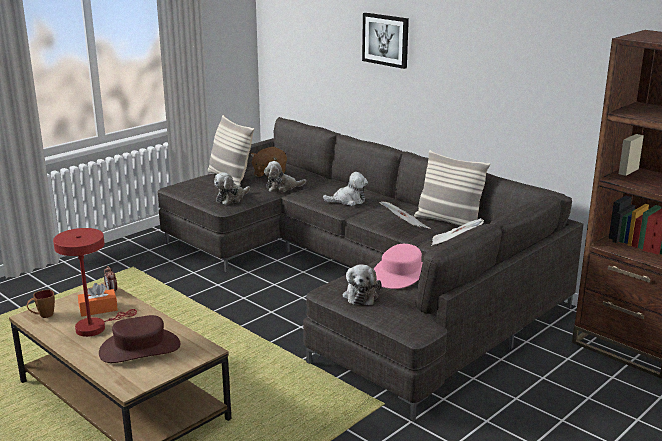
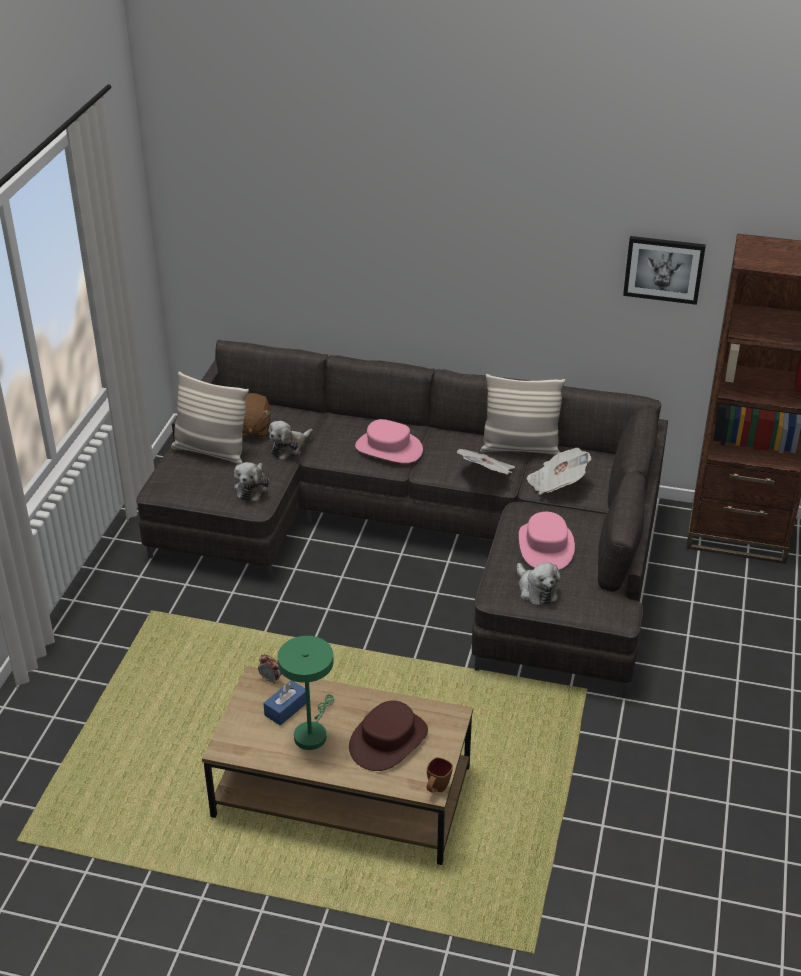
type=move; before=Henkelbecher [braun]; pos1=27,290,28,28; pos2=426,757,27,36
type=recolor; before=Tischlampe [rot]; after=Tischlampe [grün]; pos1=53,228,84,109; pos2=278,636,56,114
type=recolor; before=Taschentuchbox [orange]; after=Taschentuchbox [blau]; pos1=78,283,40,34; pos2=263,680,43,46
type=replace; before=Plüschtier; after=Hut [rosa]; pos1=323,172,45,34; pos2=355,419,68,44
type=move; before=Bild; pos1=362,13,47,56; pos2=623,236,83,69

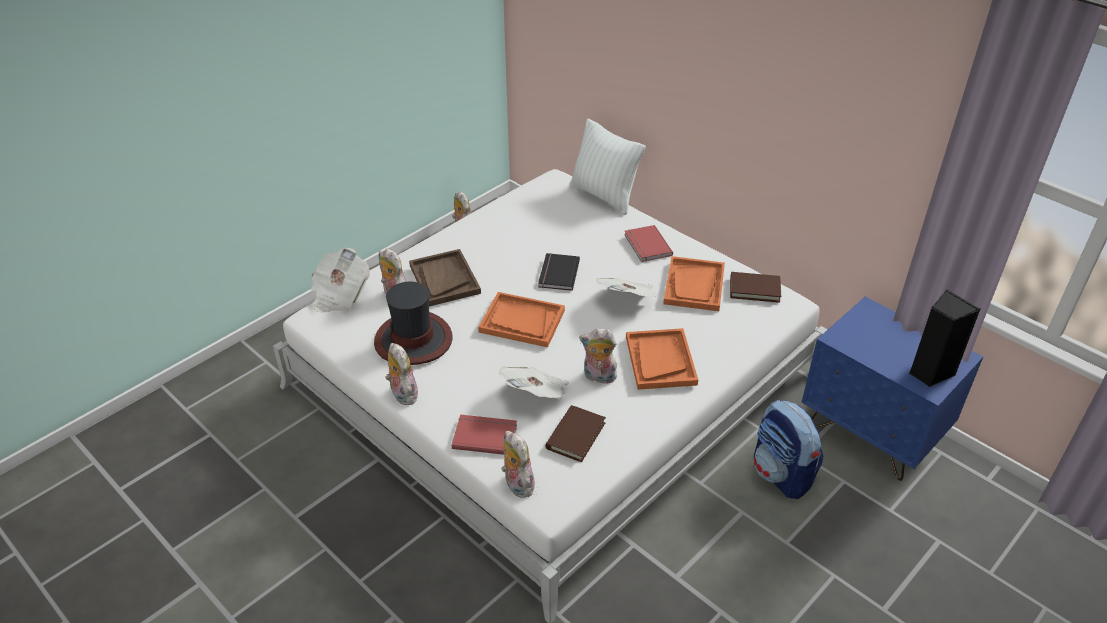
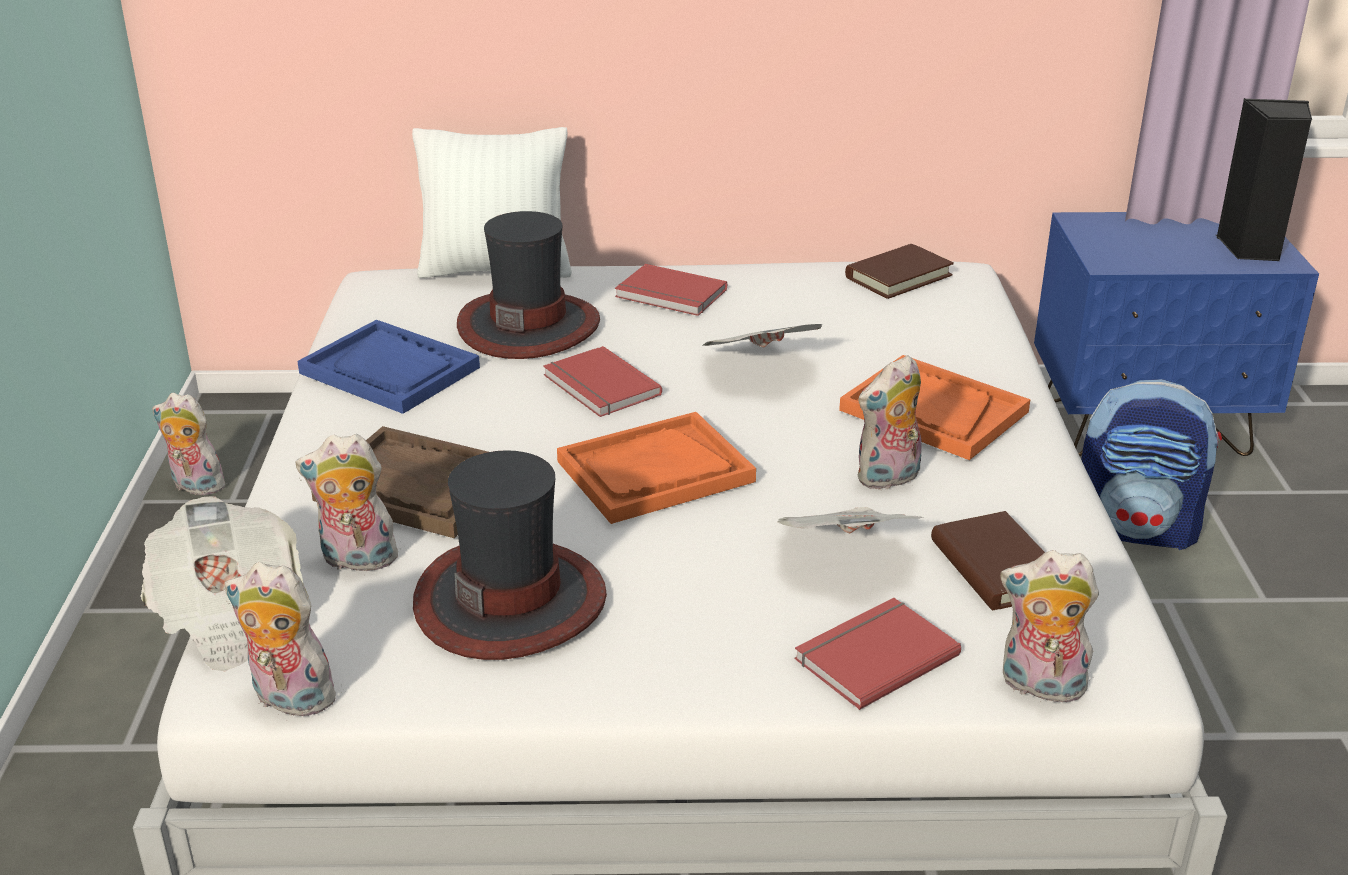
type=move; before=Plüschtier; pos1=385,343,33,62; pos2=224,562,115,154
type=recolor; before=Buch [schwarz]; after=Buch [rot]; pos1=538,253,42,38; pos2=543,346,119,71
type=delete; before=Tablett [orange]; pos1=663,256,62,55
type=insert; after=Tablett [blau]; pos2=297,320,183,94
type=insert; after=Hut; pos2=457,211,143,148

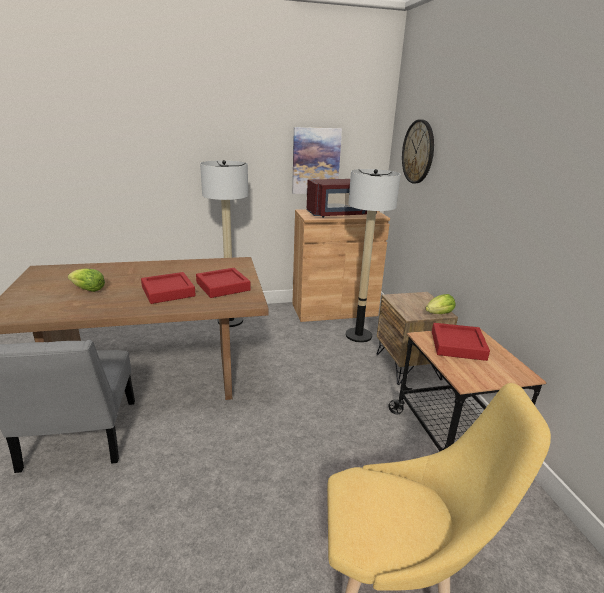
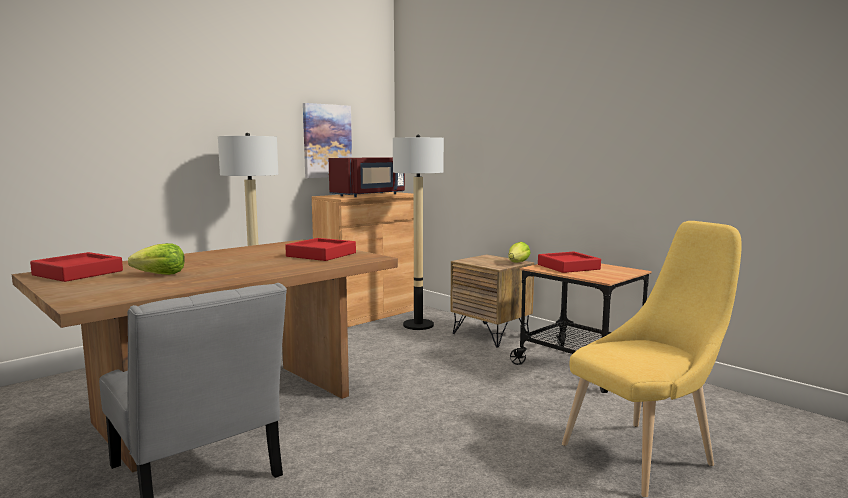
type=move; before=Tablett [rot]; pos1=141,272,55,32; pos2=30,252,93,30
type=delete; before=Wanduhr; pos1=402,119,32,64

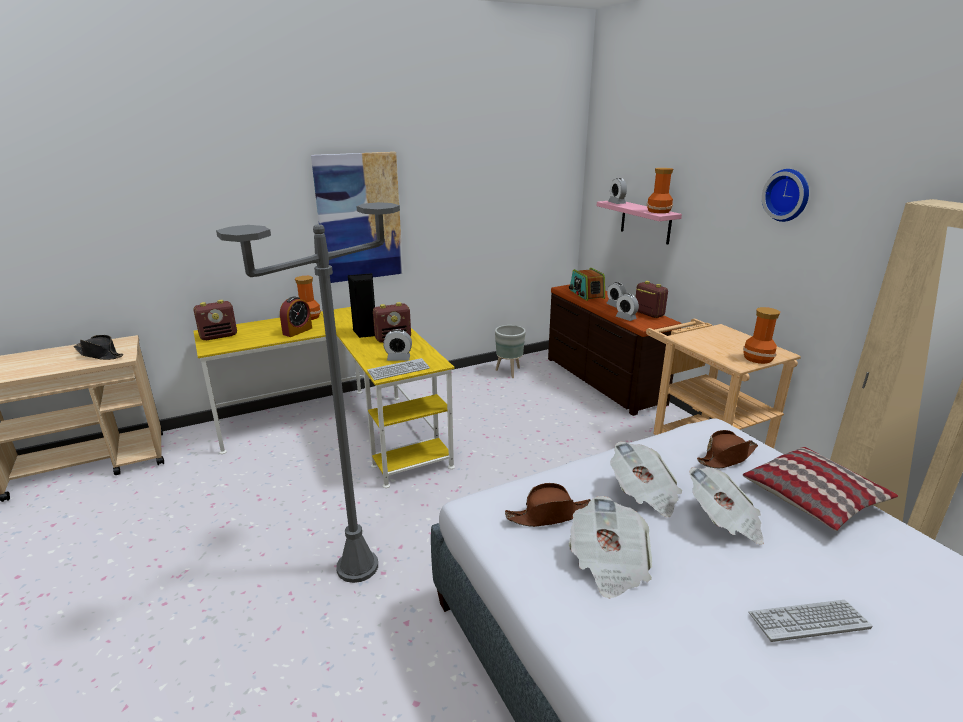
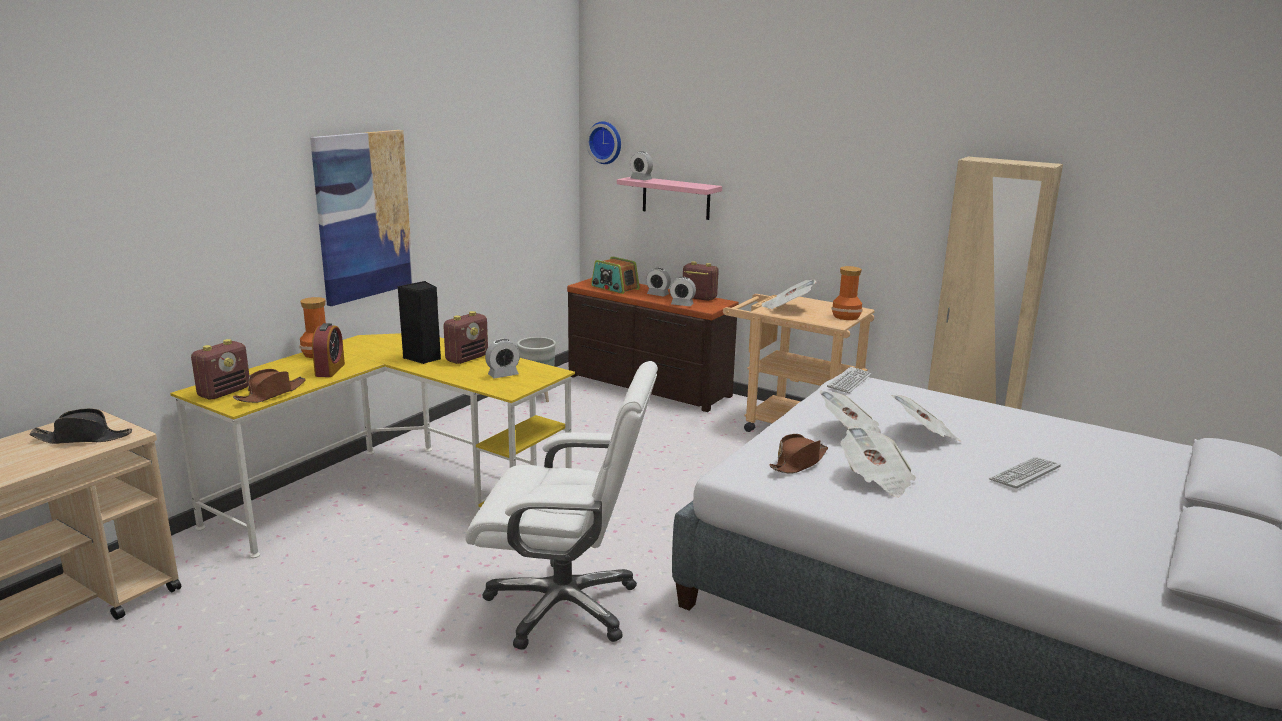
type=replace; before=Stehlampe [grau]; after=Bürostuhl [weiß]; pos1=216,202,184,381; pos2=466,361,192,289
type=move; before=Tastatur; pos1=367,358,63,22; pos2=827,367,44,26
type=delete; before=Vase; pos1=647,168,26,45
type=move; before=Hut [braun]; pos1=697,430,61,38; pos2=233,369,73,34
type=delete; before=Kissen; pos1=743,447,155,84
type=move; before=Wanduhr; pos1=762,169,47,53; pos2=586,121,35,43
type=insert; after=Zeitung; pos2=761,280,55,30

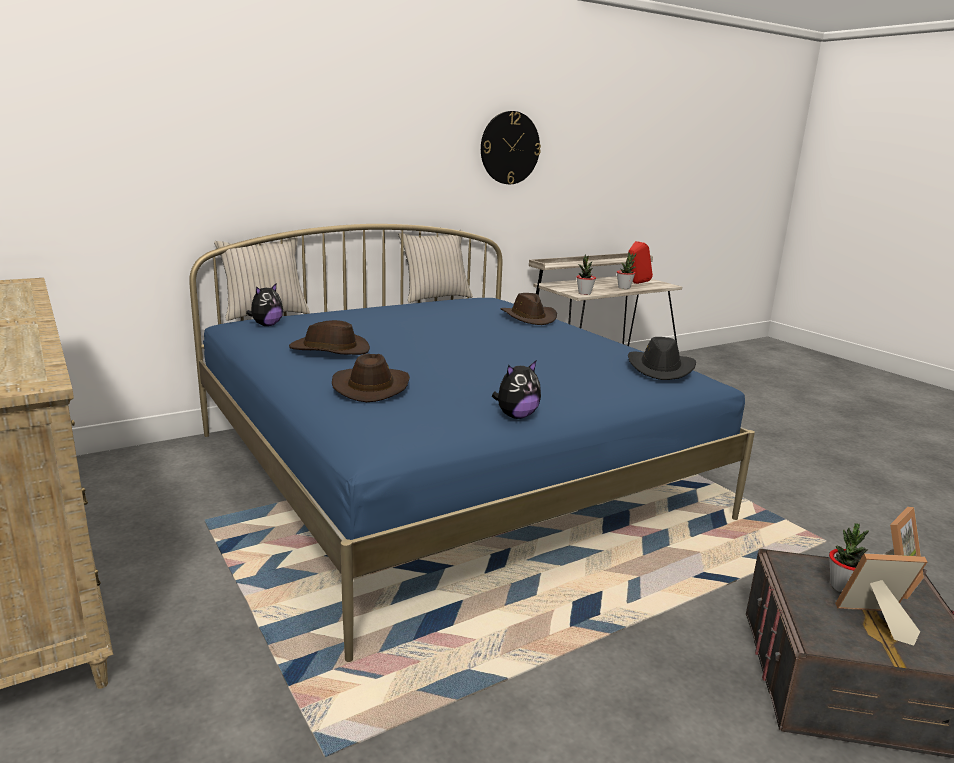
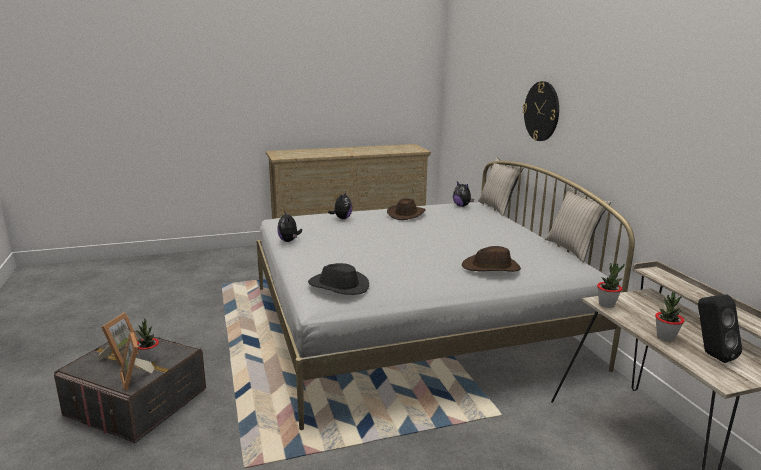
type=recolor; before=Bett [blau]; after=Bett [weiß]; pos1=189,224,566,438; pos2=257,161,378,269
type=replace; before=Hut [braun]; after=Plüschtier; pos1=332,354,78,48; pos2=328,192,24,27
type=move; before=Wanduhr; pos1=481,111,60,73; pos2=522,81,37,60
type=recolor; before=Lautsprecher [rot]; after=Lautsprecher [schwarz]; pos1=628,241,25,43; pos2=698,294,44,69

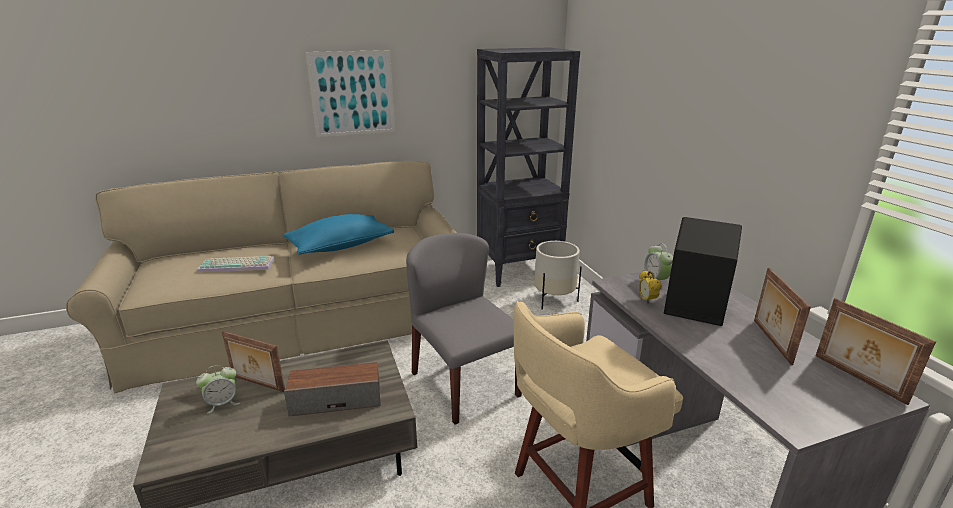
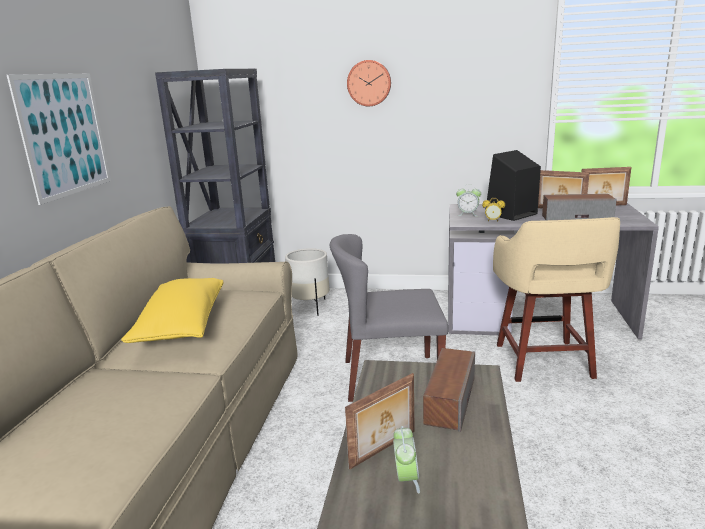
type=delete; before=Tastatur; pos1=197,256,77,16
type=recolor; before=Kissen [blau]; after=Kissen [gelb]; pos1=283,214,111,41; pos2=121,278,103,65
type=insert; after=Wanduhr; pos2=347,60,44,46
type=insert; after=Lautsprecher; pos2=542,194,75,26

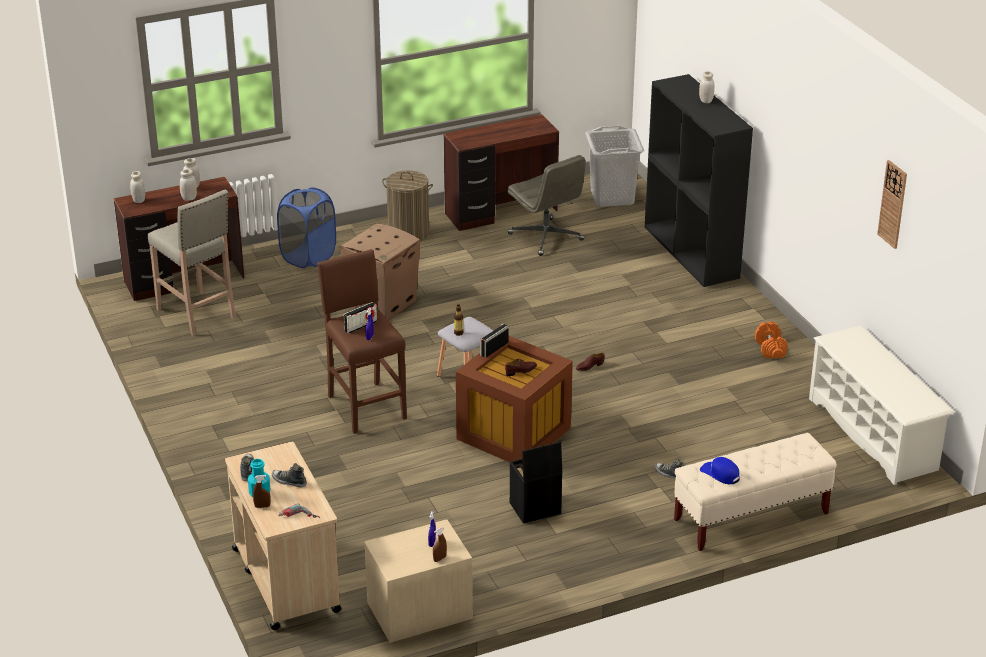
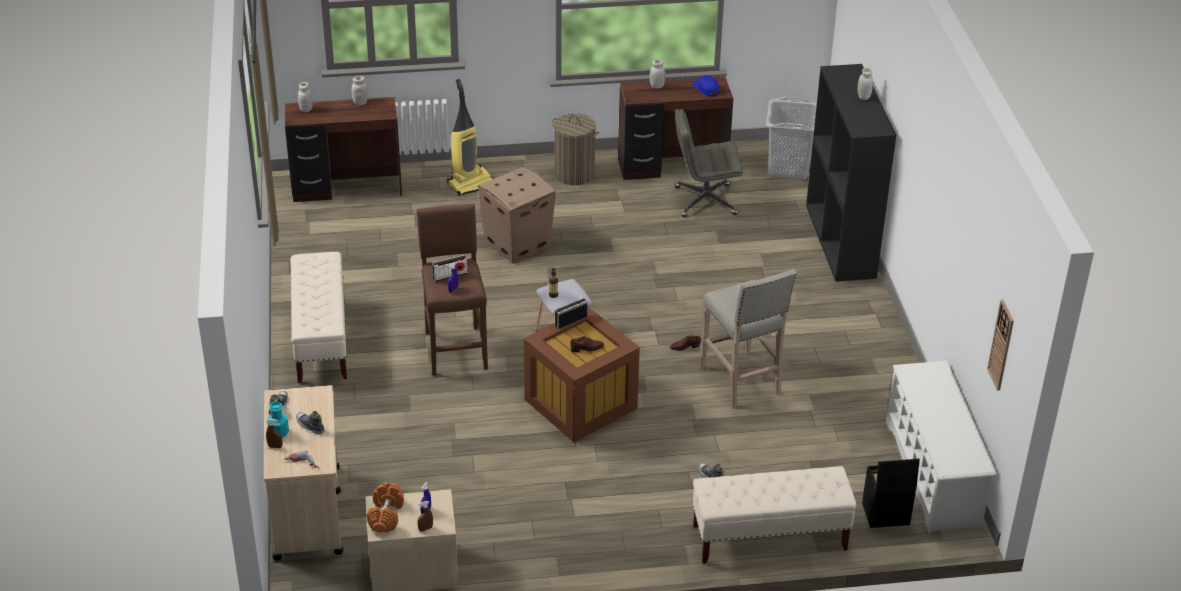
type=move; before=Hocker [beige]; pos1=148,189,88,147; pos2=700,269,97,139
type=move; before=Vorratsglas [weiß]; pos1=180,169,17,32; pos2=650,60,15,29
type=replace; before=Wäschekorb [blau]; after=Staubsauger; pos1=277,187,59,81; pos2=447,79,47,117
type=rotate; before=Bürostuhl [grau]; pos1=507,155,79,101; pos2=675,109,68,108; turn=105
type=move; before=Aufbewahrungsbox [schwarz]; pos1=510,441,52,83; pos2=862,459,58,69
type=move; before=Kappe [blau]; pos1=700,457,40,27; pos2=692,75,27,21
type=move; before=Hantel [orange]; pos1=755,322,33,36; pos2=367,482,37,51
type=move; before=Wanduhr; pos1=877,160,30,89; pos2=987,300,27,90
type=insert; after=Bank [beige]; pos2=290,252,57,131

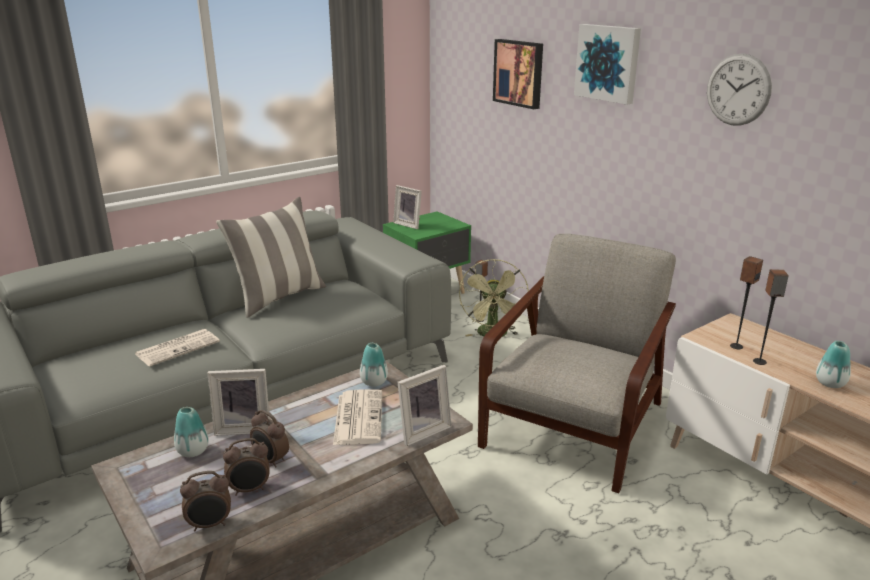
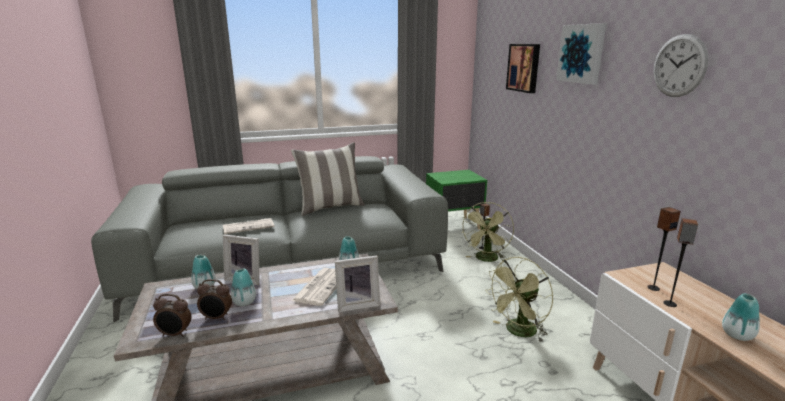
type=replace; before=Wecker; after=Vase; pos1=250,410,39,58; pos2=231,269,25,37
type=delete; before=Bilderrahmen; pos1=393,185,29,44
type=replace; before=Sessel [grau]; after=Ventilator [grün]; pos1=478,234,198,259; pos2=485,257,68,85

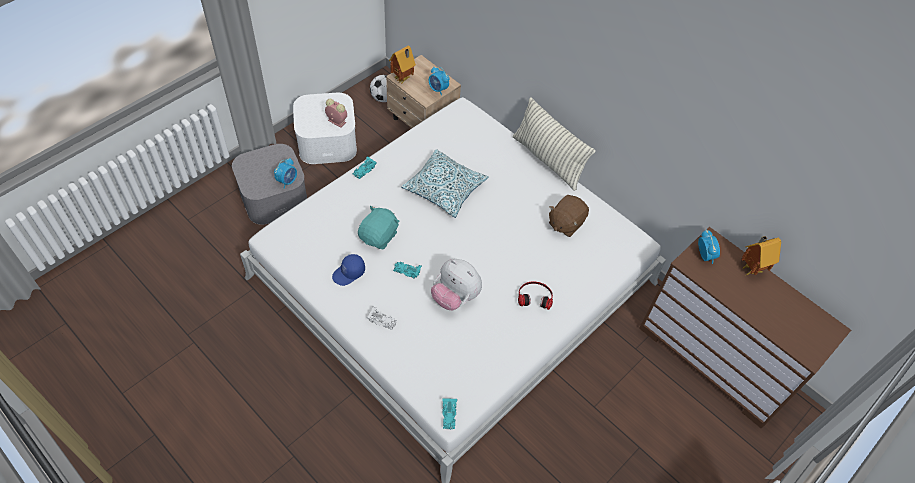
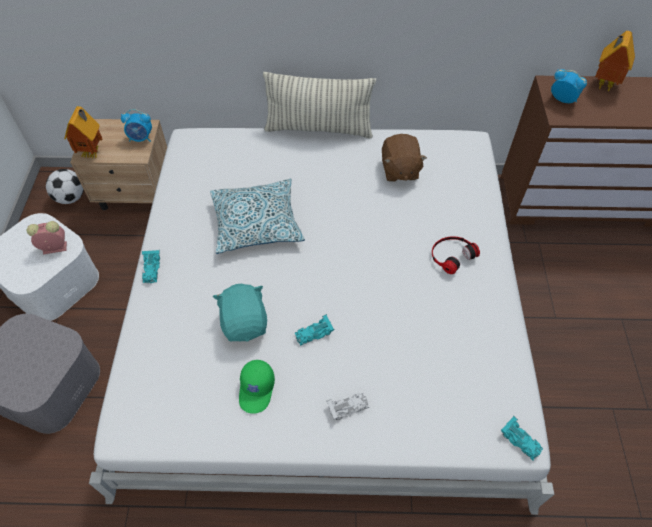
type=delete; before=Wecker; pos1=274,158,23,30
type=recolor; before=Kappe [blau]; after=Kappe [grün]; pos1=332,254,33,32; pos2=239,360,36,54
type=delete; before=Plüschtier; pos1=431,259,51,51

